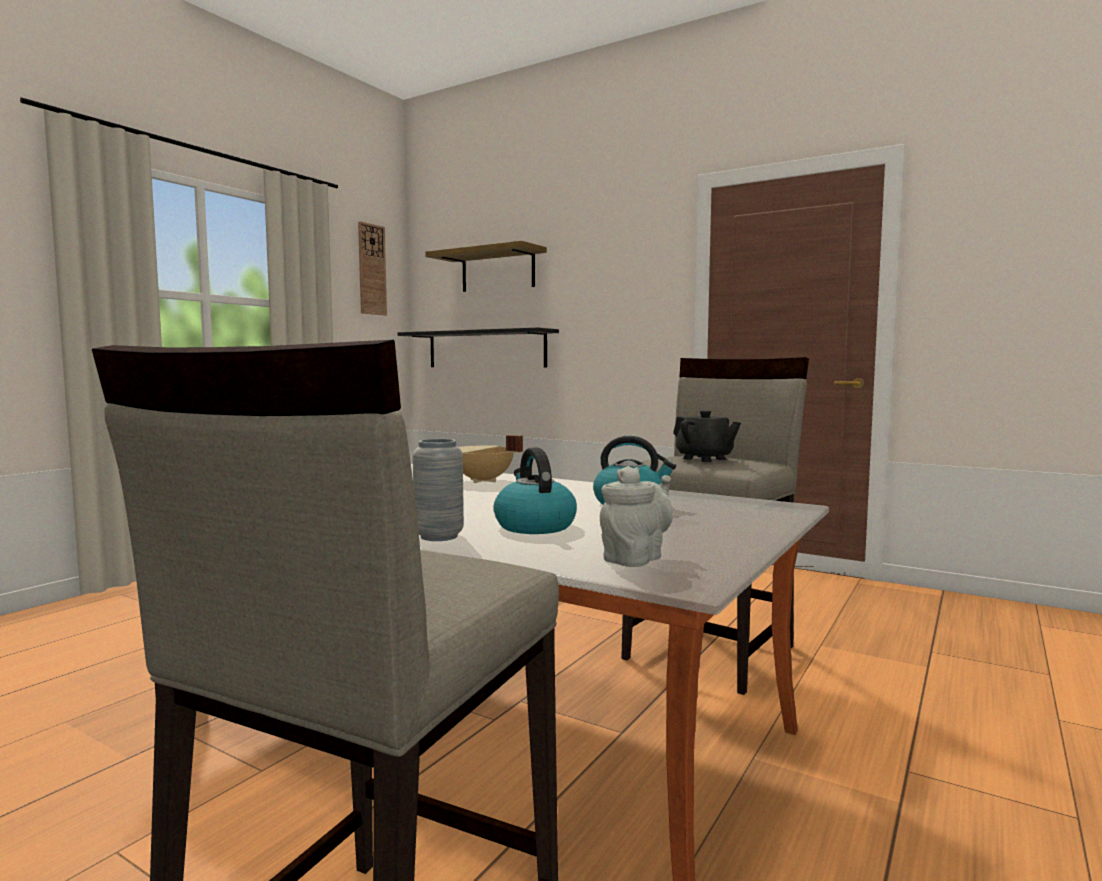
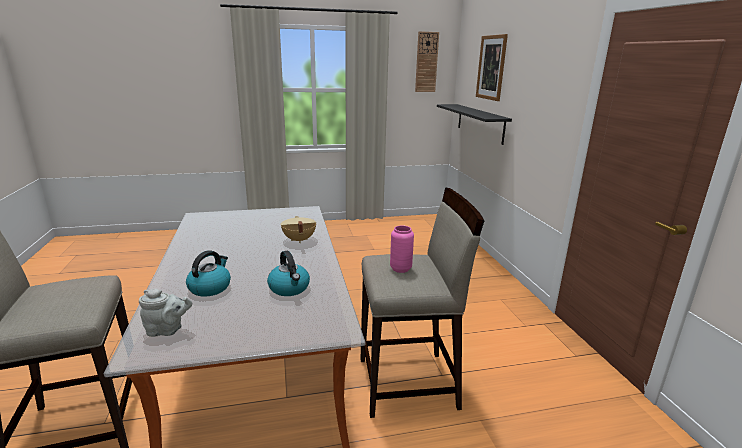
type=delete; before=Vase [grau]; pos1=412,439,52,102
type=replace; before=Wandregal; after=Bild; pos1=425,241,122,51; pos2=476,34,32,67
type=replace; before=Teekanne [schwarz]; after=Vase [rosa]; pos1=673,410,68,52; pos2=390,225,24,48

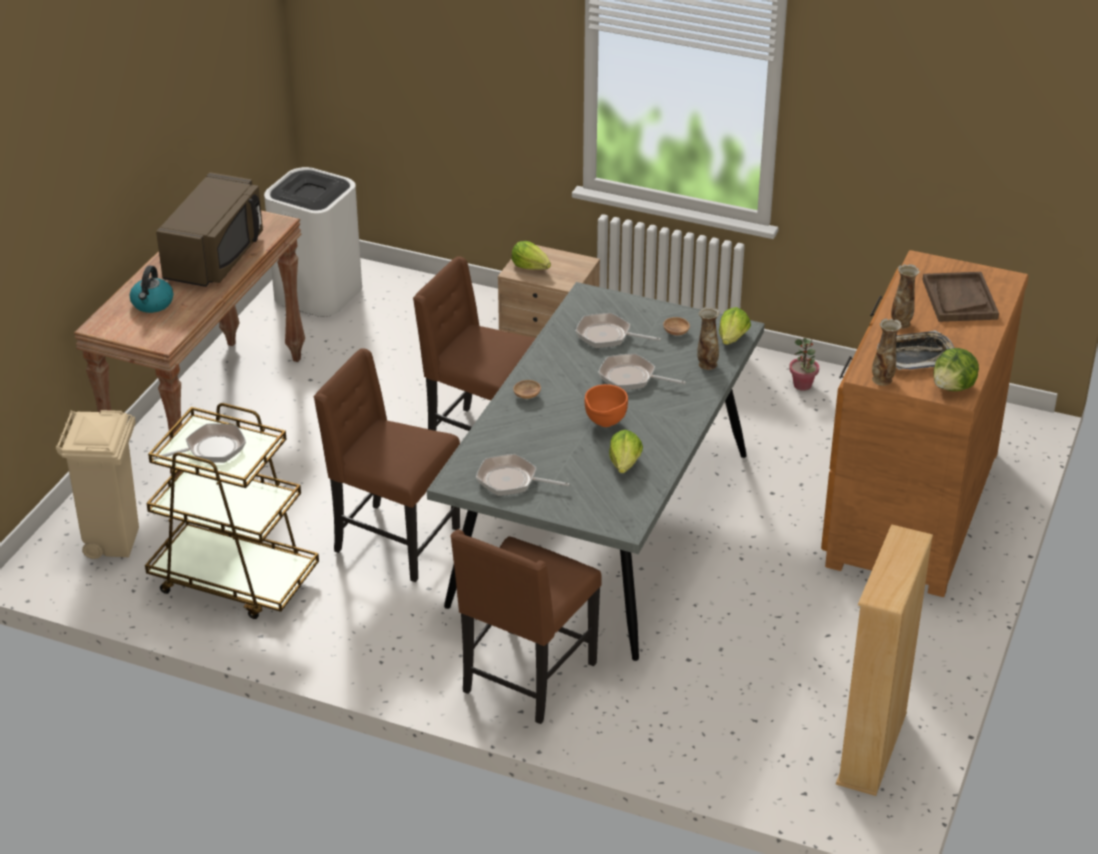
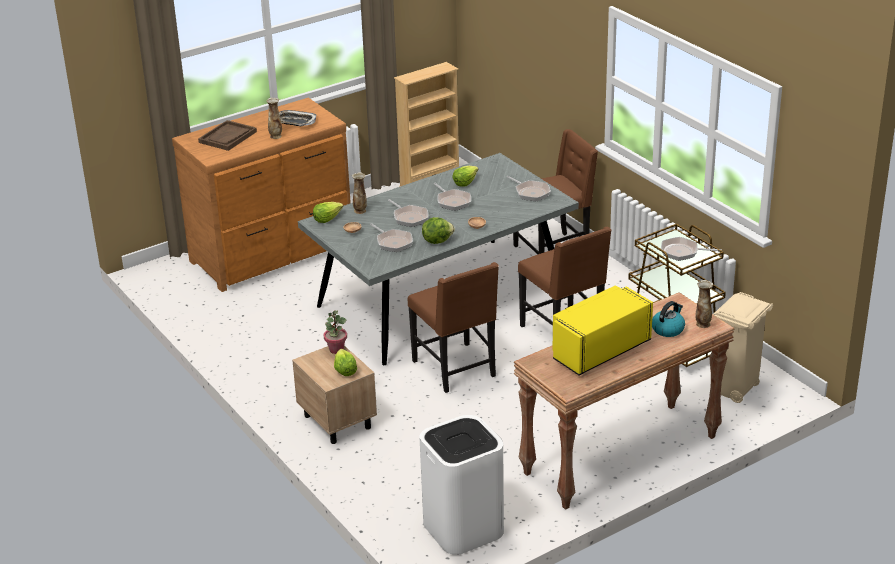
type=recolor; before=Mikrowelle [braun]; after=Mikrowelle [gelb]; pos1=156,172,107,115; pos2=553,285,100,91
type=replace; before=Schüssel [orange]; after=Pfanne; pos1=585,384,43,43; pos2=433,183,38,28
type=move; before=Topfpflanze; pos1=789,338,30,53; pos2=324,311,23,43
type=move; before=Vase; pos1=872,319,30,67; pos2=695,280,18,48
type=move; before=Salatkopf; pos1=934,348,45,43; pos2=422,217,33,27

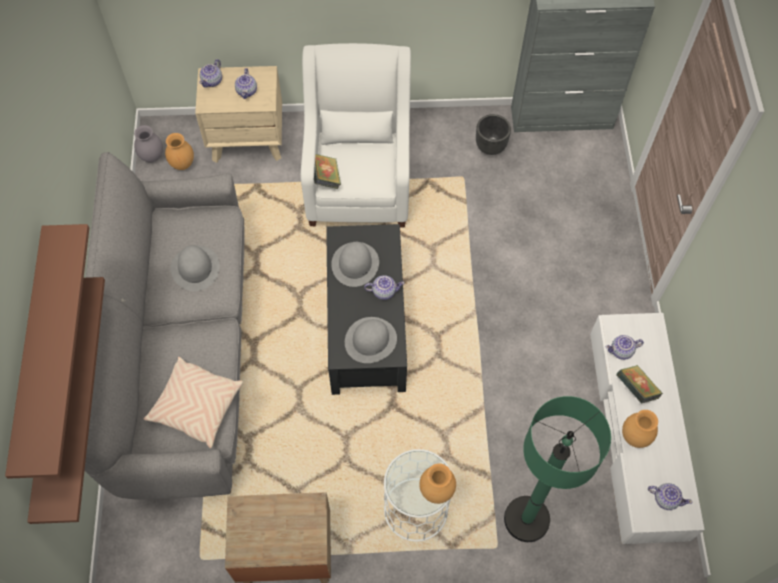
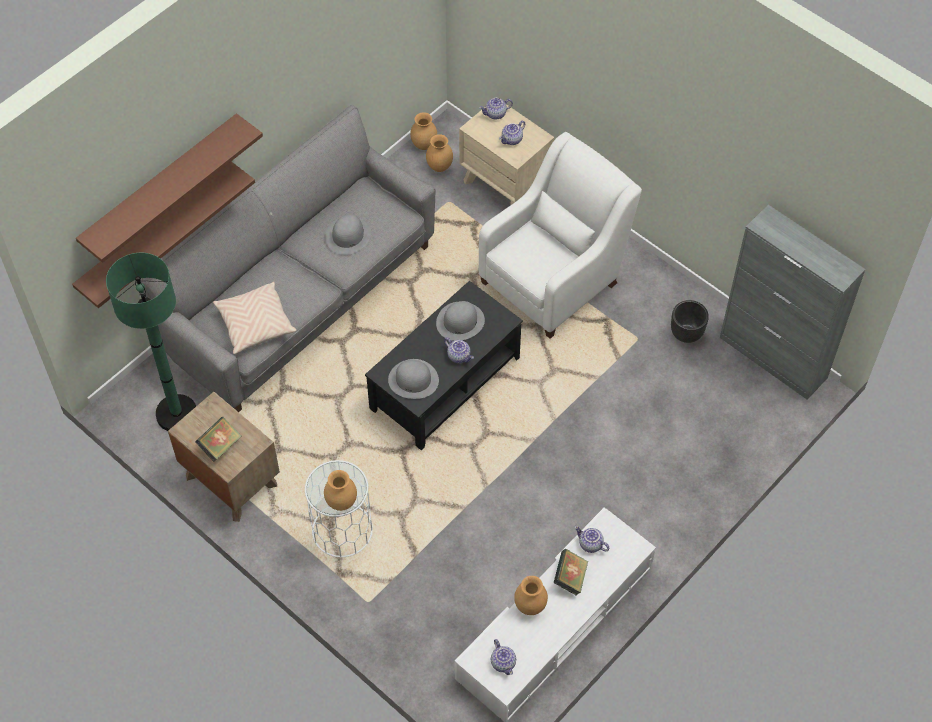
type=recolor; before=Vase [grau]; after=Vase [braun]; pos1=134,125,29,38; pos2=410,112,27,38
type=move; before=Buch; pos1=314,154,27,35; pos2=195,417,46,45
type=move; before=Stehlampe [grün]; pos1=504,396,107,146; pos2=106,253,90,178

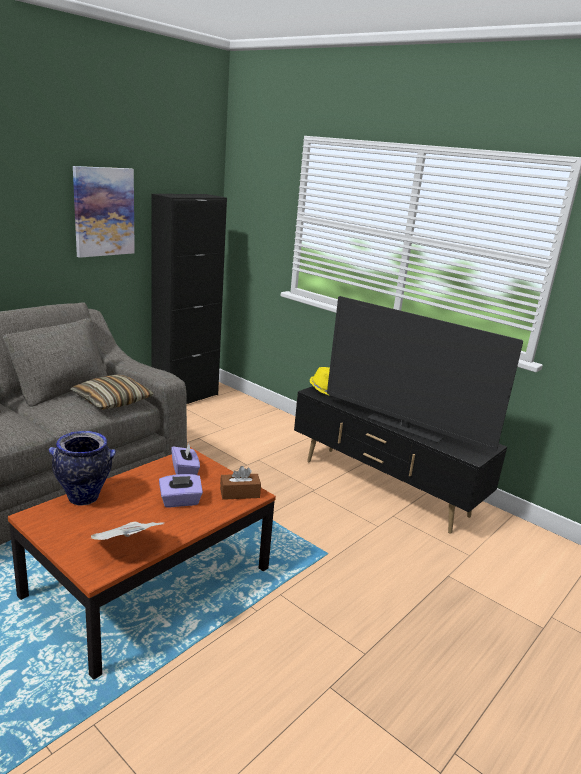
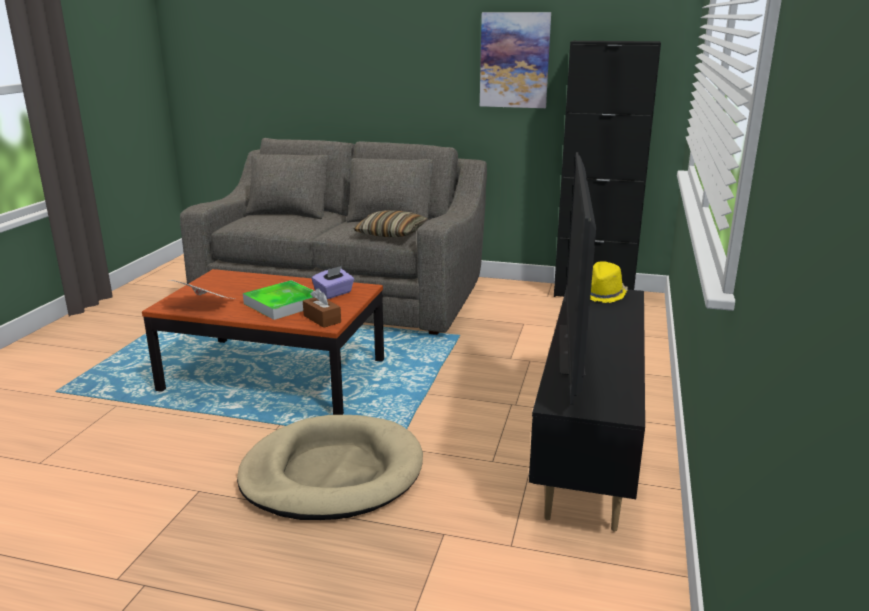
type=delete; before=Vase; pos1=49,431,67,75
type=replace; before=Taschentuchbox [lila]; after=Tablett; pos1=159,474,44,33; pos2=243,280,71,40
type=insert; after=Hundebett [beige]; pos2=237,415,186,105

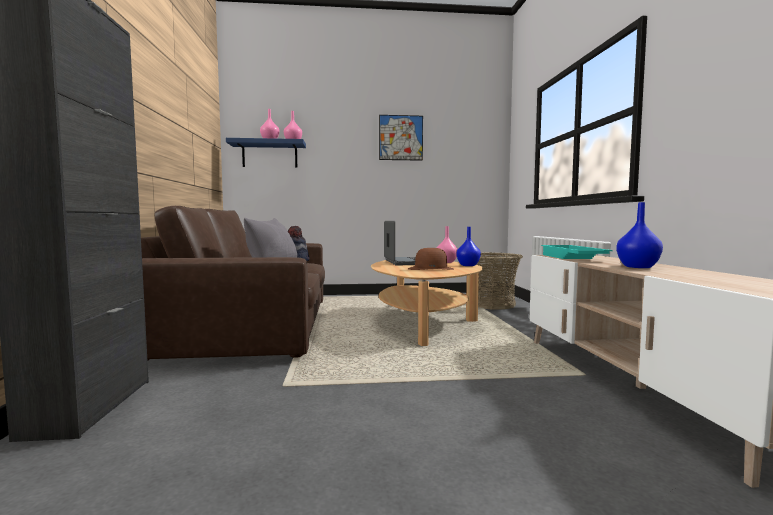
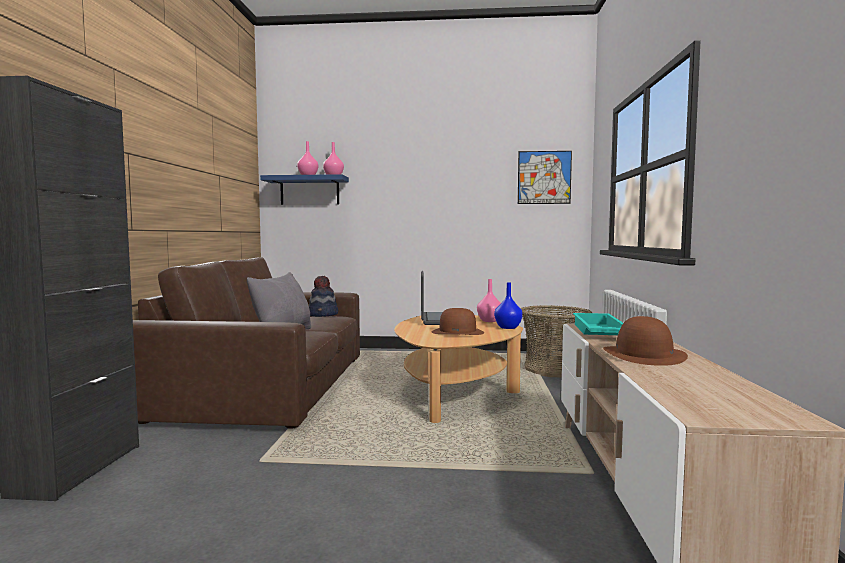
type=move; before=Bild; pos1=379,115,44,46; pos2=518,151,54,53
type=replace; before=Vase [blau]; after=Hut [braun]; pos1=616,202,47,66; pos2=603,316,85,50

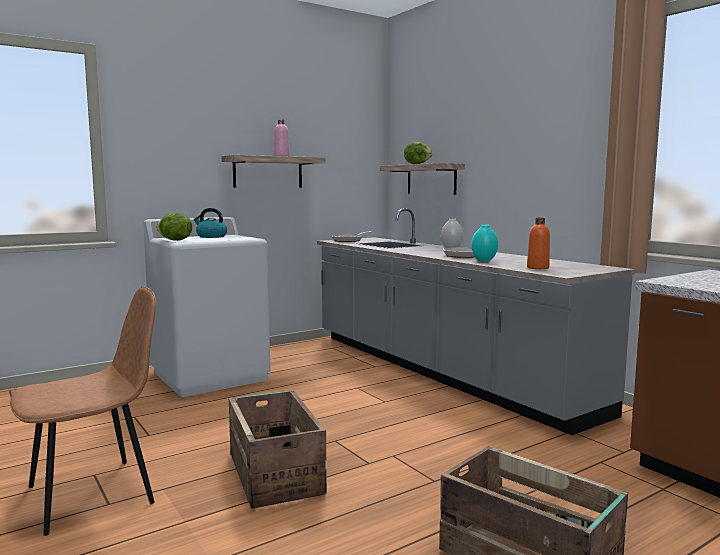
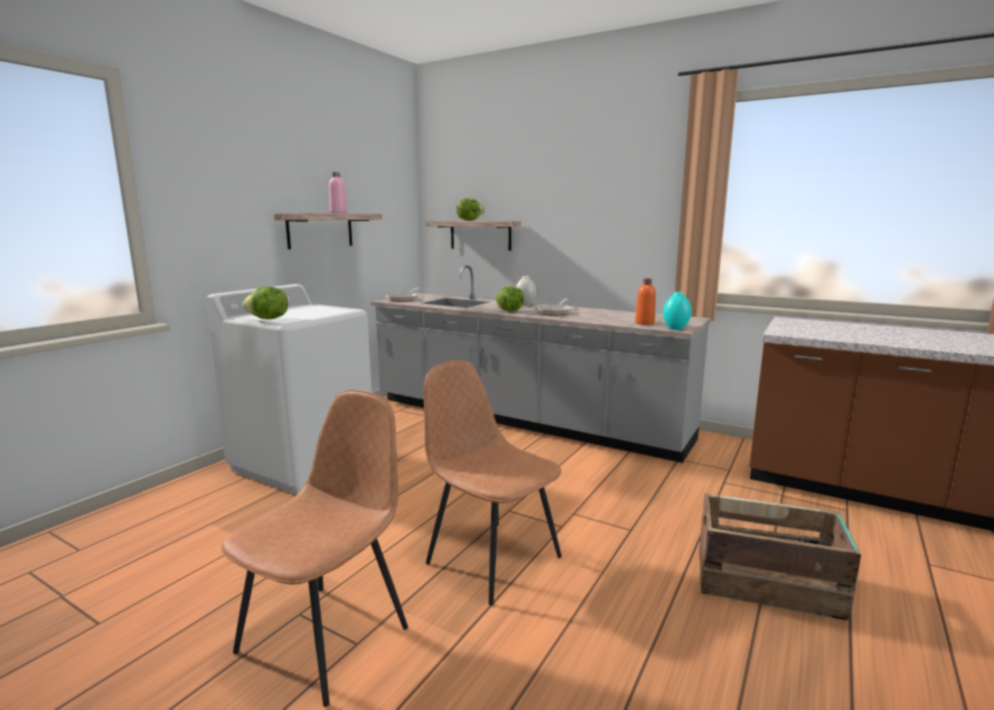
type=delete; before=Wasserkessel; pos1=194,208,33,30
type=replace; before=Kiste; after=Stuhl [braun]; pos1=229,390,98,119; pos2=424,360,138,245
type=move; before=Vase [türkis]; pos1=471,225,27,37; pos2=663,292,28,38
type=insert; after=Salatkopf; pos2=496,286,28,26

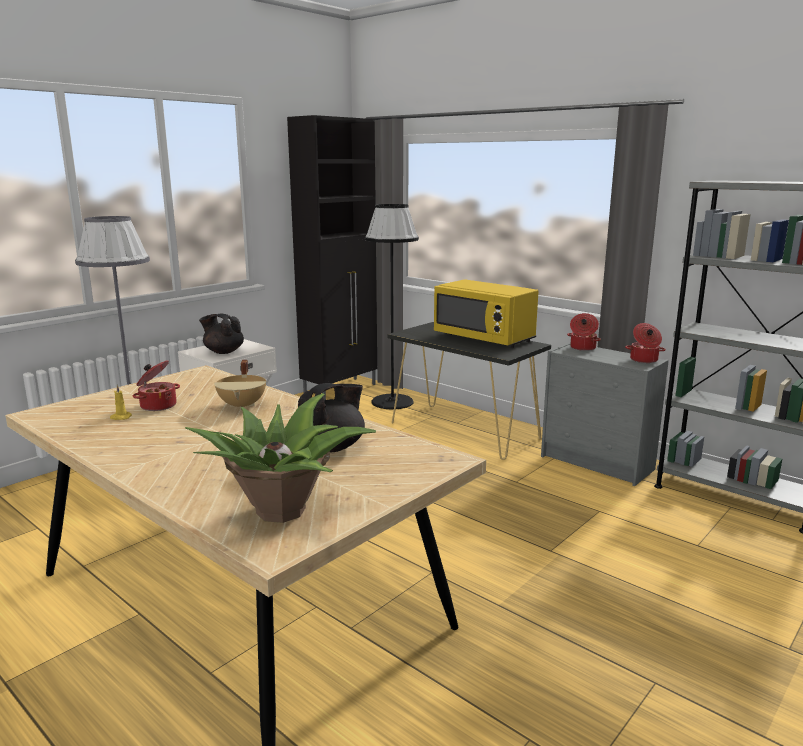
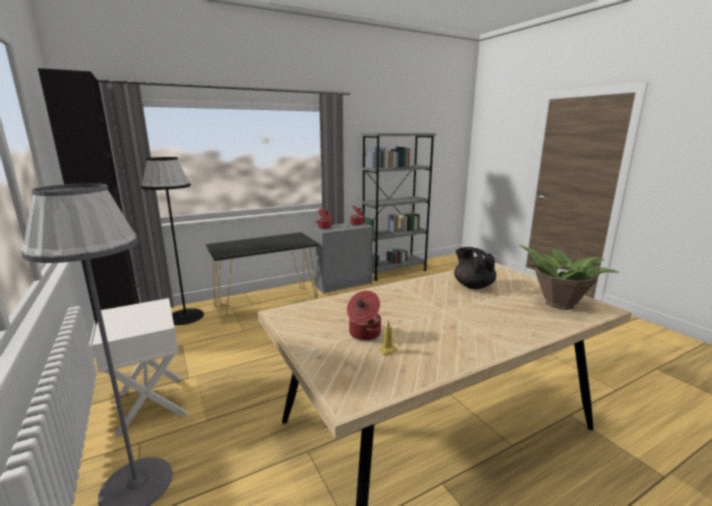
type=delete; before=Teekanne [schwarz]; pos1=199,314,45,40
type=delete; before=Kochtopf [beige]; pos1=214,360,52,50
type=delete; before=Mikrowelle [gelb]; pos1=434,279,105,69

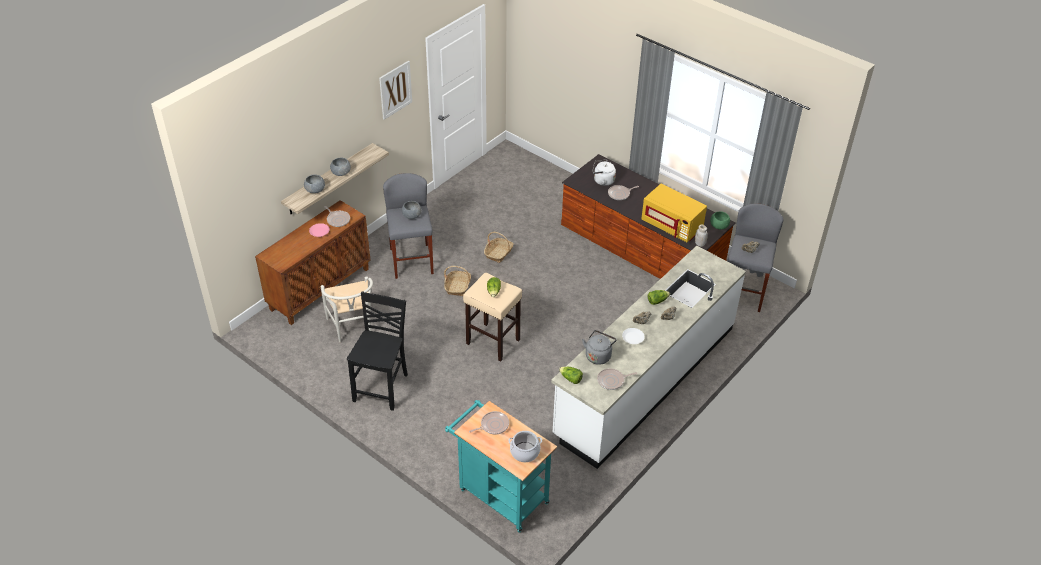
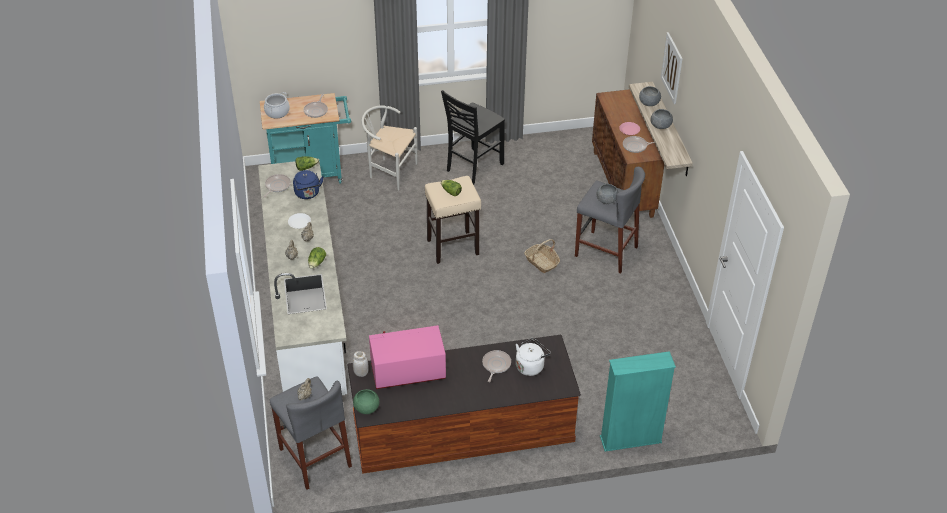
type=move; before=Stuhl [weiß]; pos1=321,276,52,66; pos2=361,105,57,85
type=rotate; before=Stuhl [schwarz]; pos1=347,291,61,120; pos2=441,90,64,95; turn=75
type=move; before=Bild; pos1=379,61,33,59; pos2=661,32,22,72
type=delete; before=Korb; pos1=484,232,30,31
type=recolor; before=Wasserkessel [grau]; after=Wasserkessel [blau]; pos1=582,330,35,35; pos2=293,170,31,29
type=recolor; before=Mikrowelle [gelb]; after=Mikrowelle [rosa]; pos1=641,184,66,58; pos2=369,325,77,64
type=insert; after=Bücherregal [türkis]; pos2=600,351,76,101

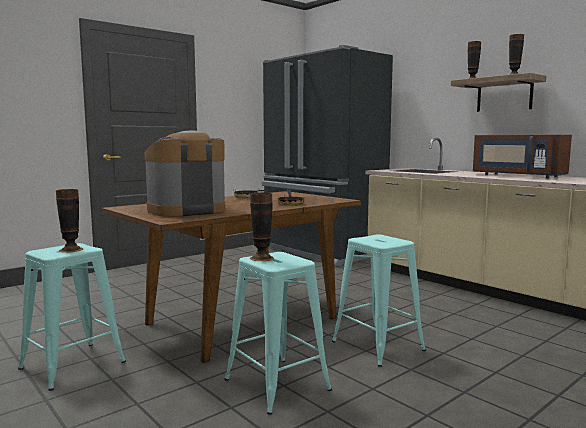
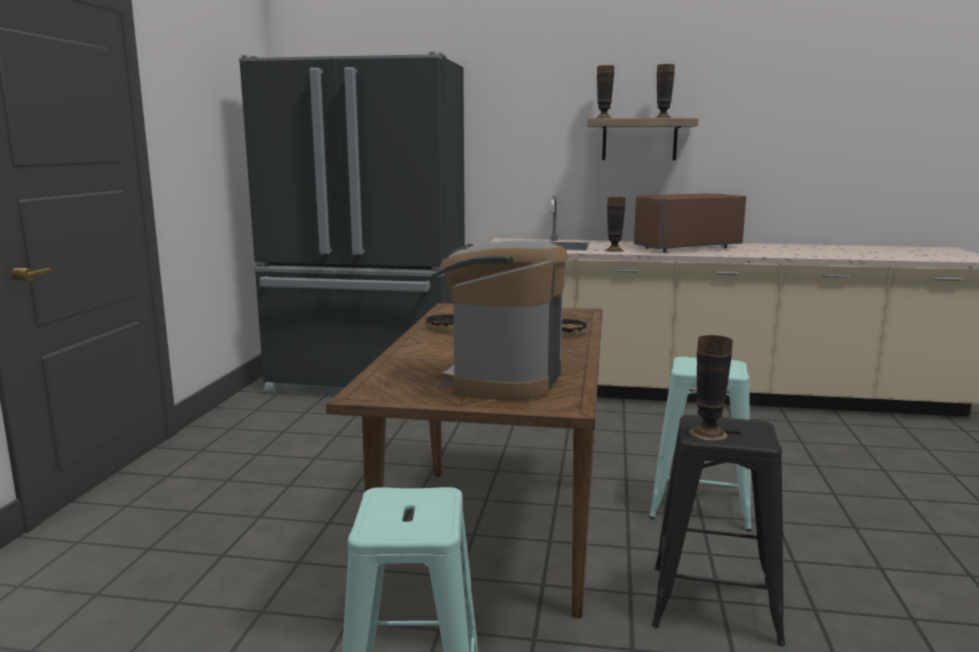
type=move; before=Vase; pos1=56,189,27,64; pos2=604,197,22,55
type=recolor; before=Hocker [türkis]; after=Hocker [schwarz]; pos1=225,252,107,163; pos2=652,415,133,231
type=rotate; before=Mikrowelle [braun]; pos1=473,135,99,44; pos2=634,193,112,59; turn=150

